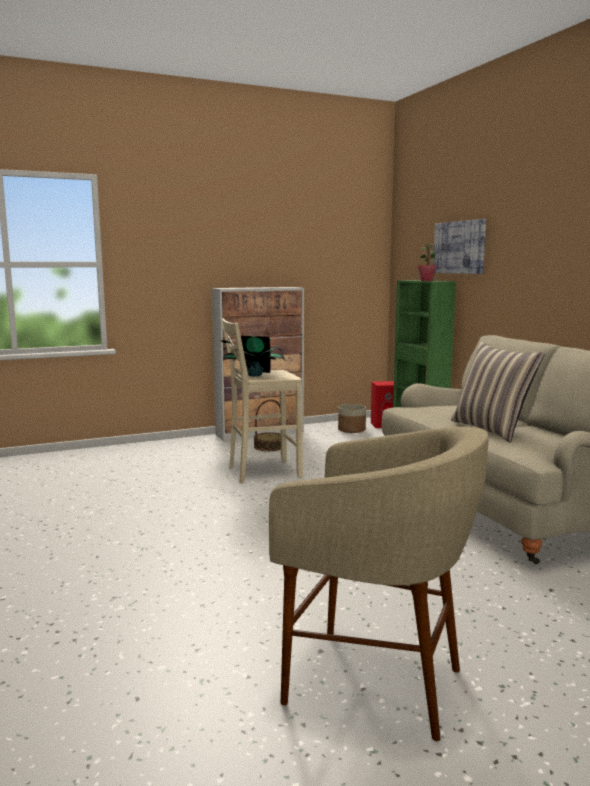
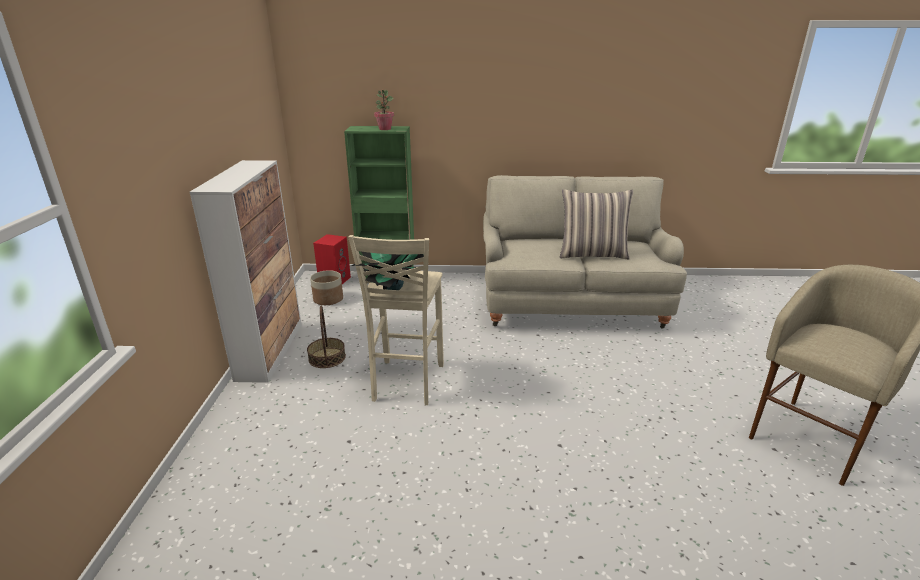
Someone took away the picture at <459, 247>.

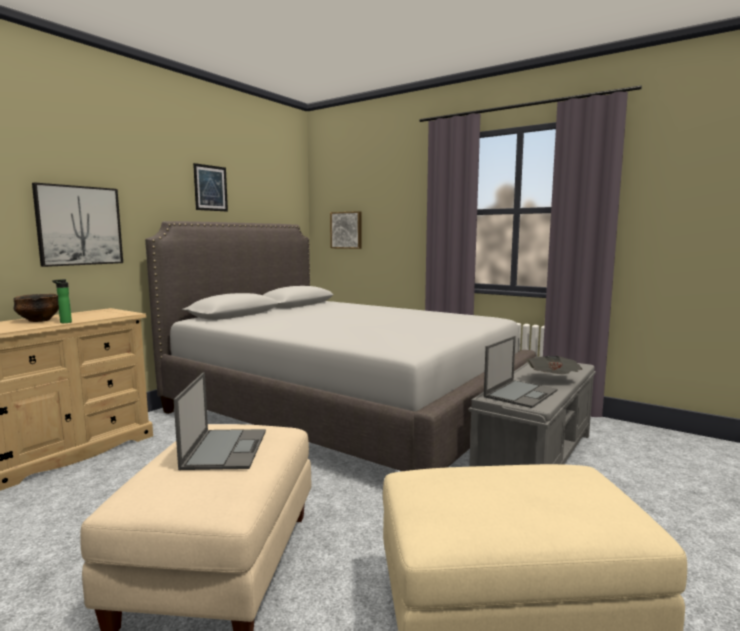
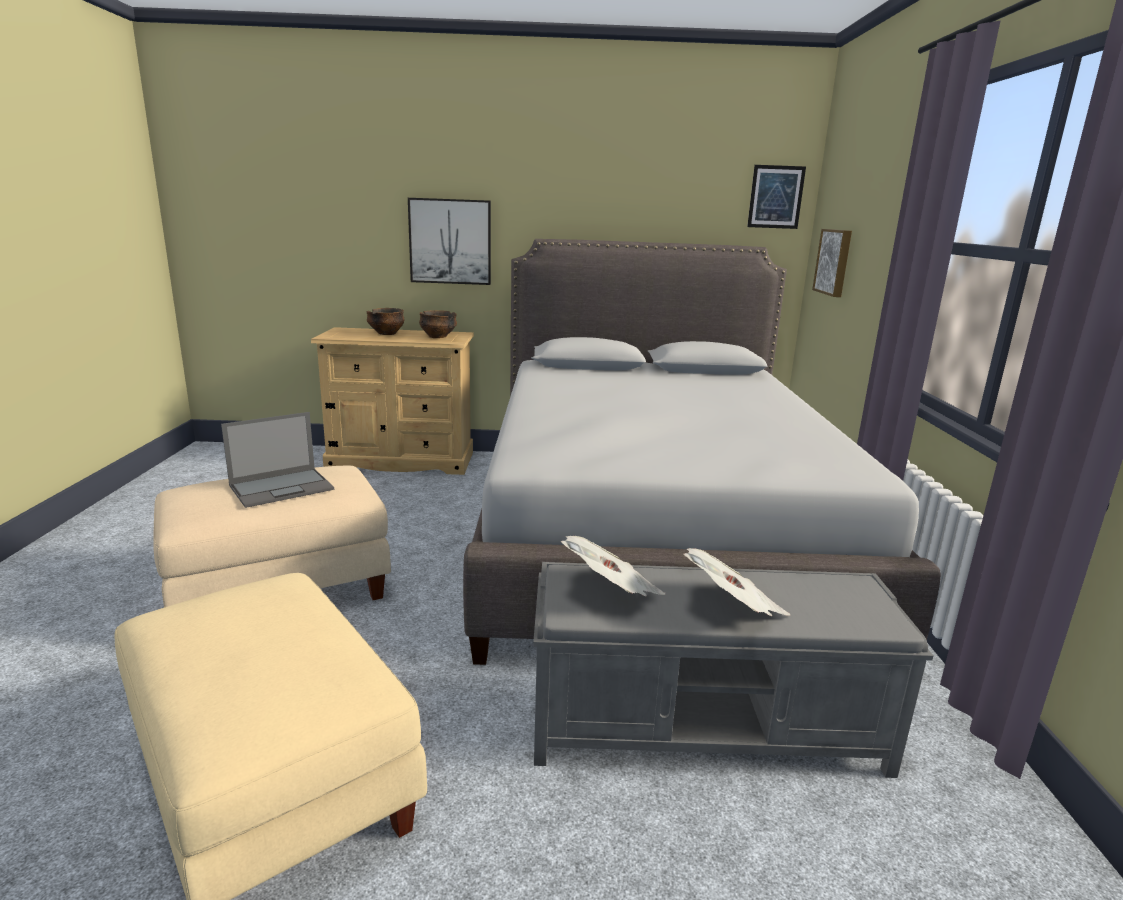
Someone put down the bowl at <438, 337>.
Someone swapped the laptop at <520, 393> for the newspaper at <612, 591>.
Someone carried the picture from <210, 188> to <776, 197>.
Someone took away the bottle at <64, 322>.

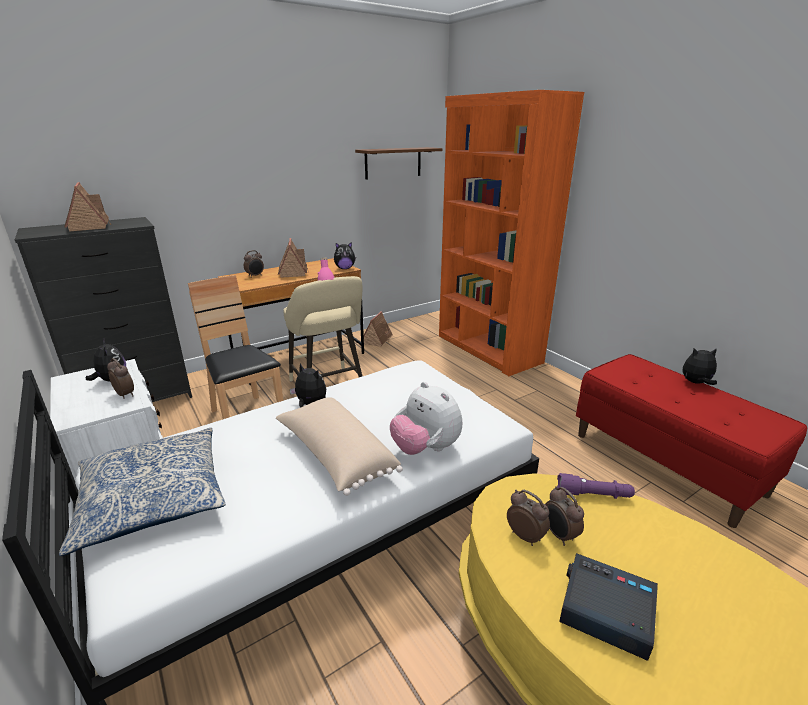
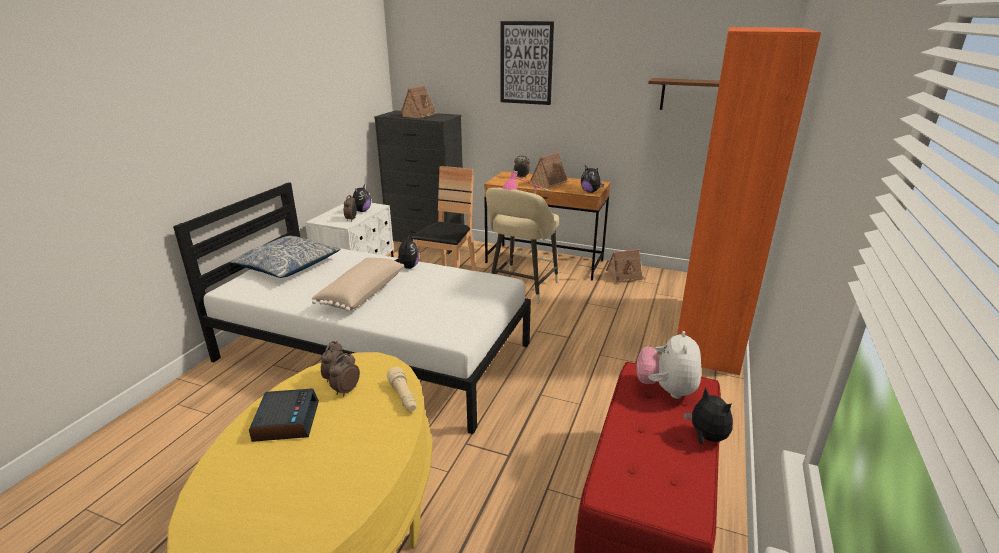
Someone repainted the purple_flashlight at <593, 495>, which became the beige_flashlight at <403, 397>.
Someone put up the picture at <526, 63>.
Someone carried the plush_toy from <425, 448> to <666, 390>.

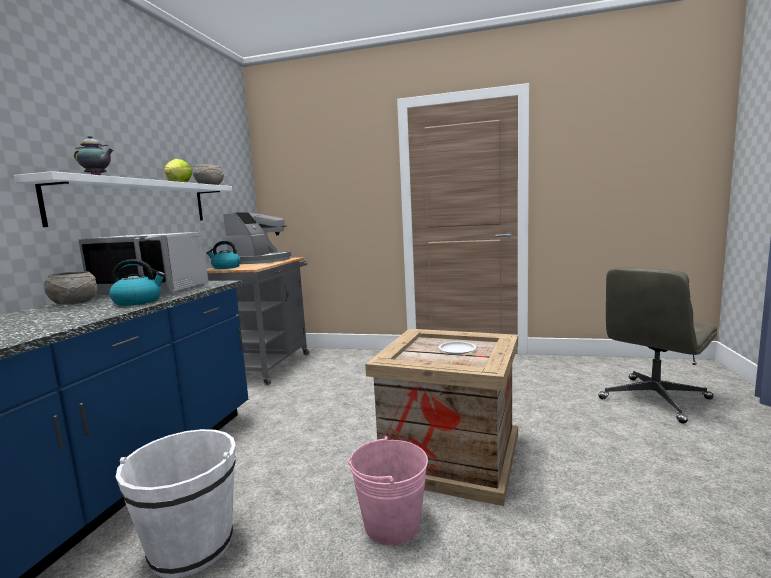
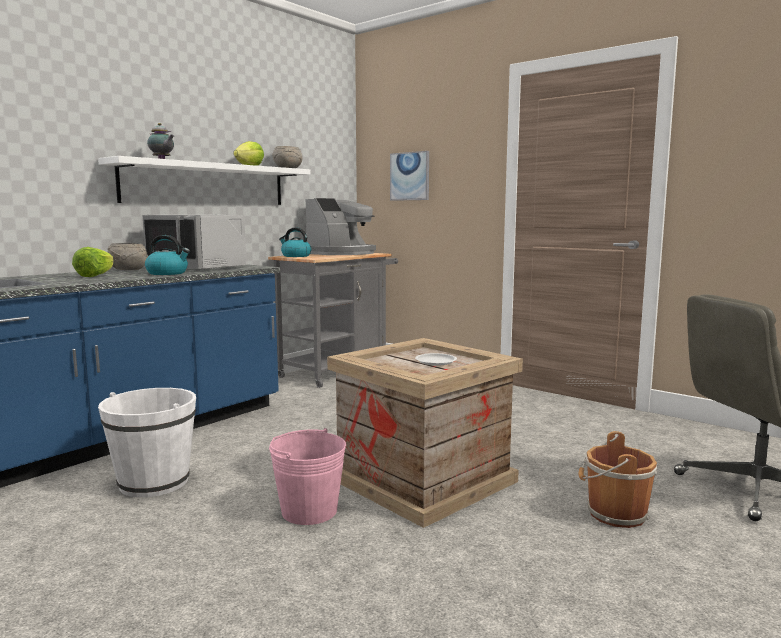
Someone put down the lettuce at <96, 276>.
Someone put up the picture at <410, 176>.
Someone put down the brown_bucket at <614, 514>.

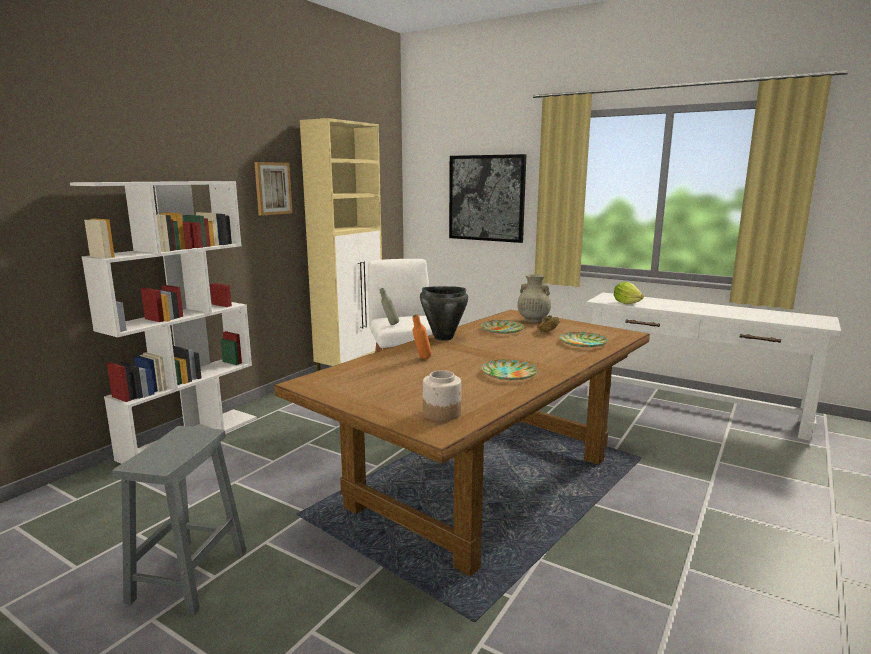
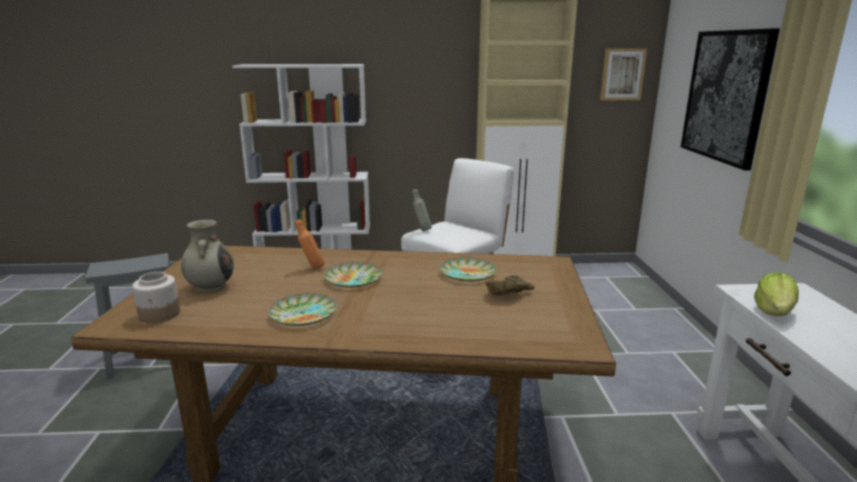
Someone carried the beige_vase from <533, 320> to <211, 287>.
Someone carried the plate from <583, 343> to <354, 279>.
Someone carried the picture from <272, 188> to <622, 74>.
Someone took away the black_cooking_pot at <443, 337>.

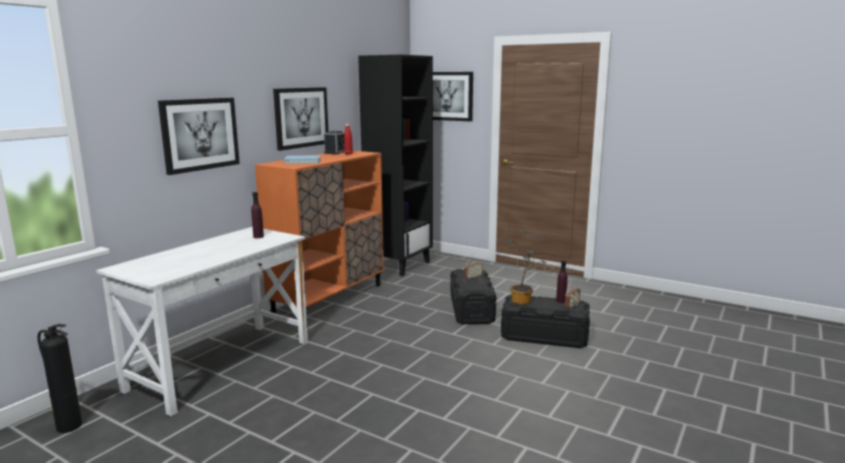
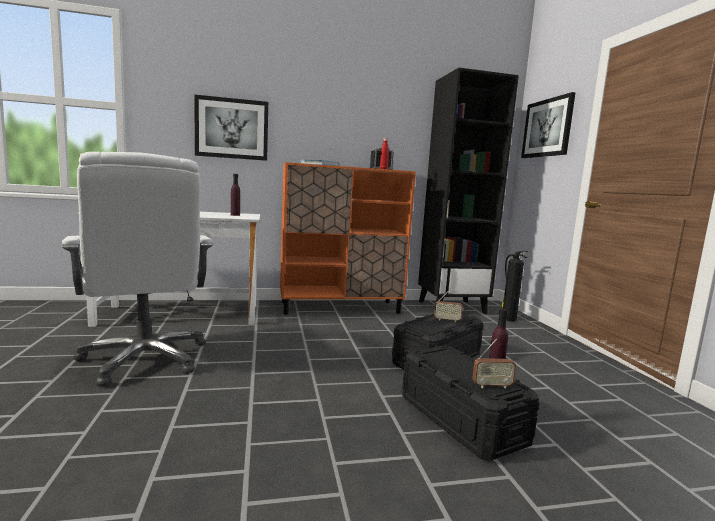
Someone put down the white_office_chair at <145, 359>.
Someone carried the fire_extinguisher from <68, 426> to <508, 319>.
Someone took away the picture at <301, 117>.
Someone took away the potted_plant at <523, 302>.

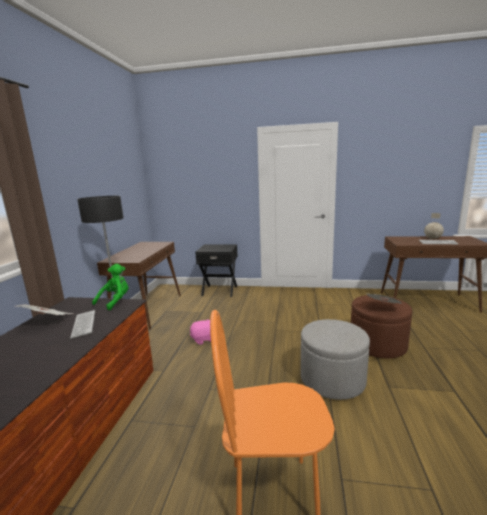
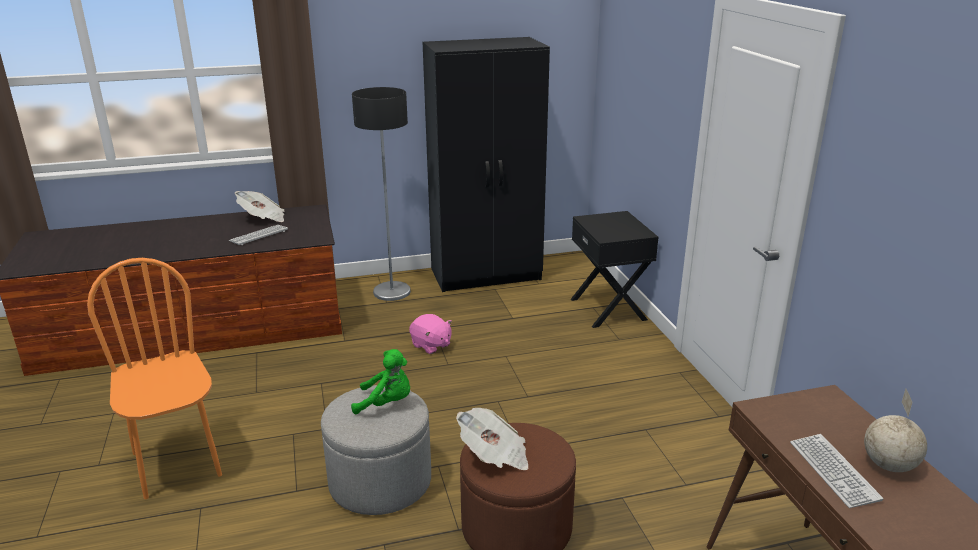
Someone carried the green_plush_toy from <115, 301> to <386, 403>.
Someone swapped the brown_console_table at <148, 310> for the black_wardrobe at <487, 275>.

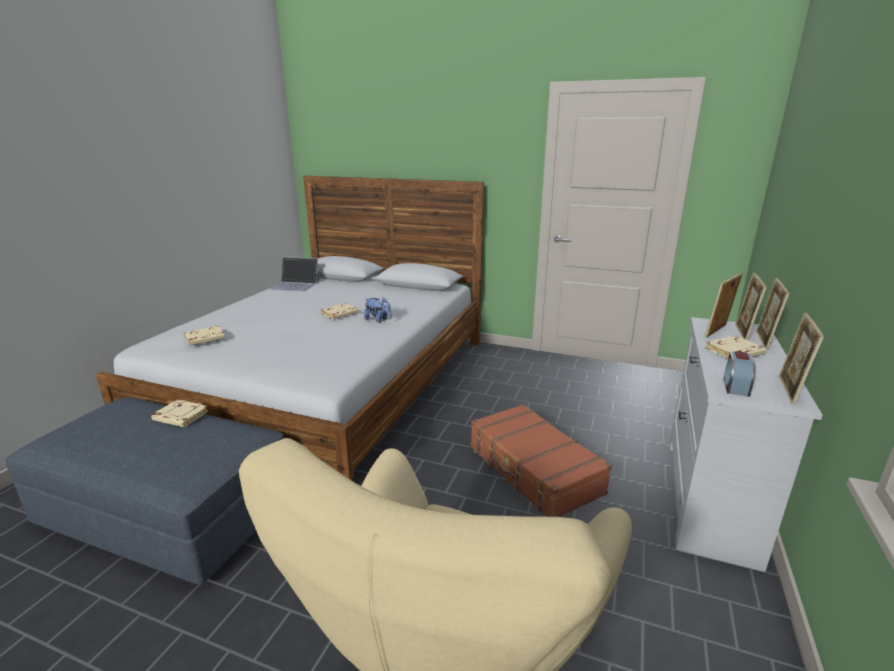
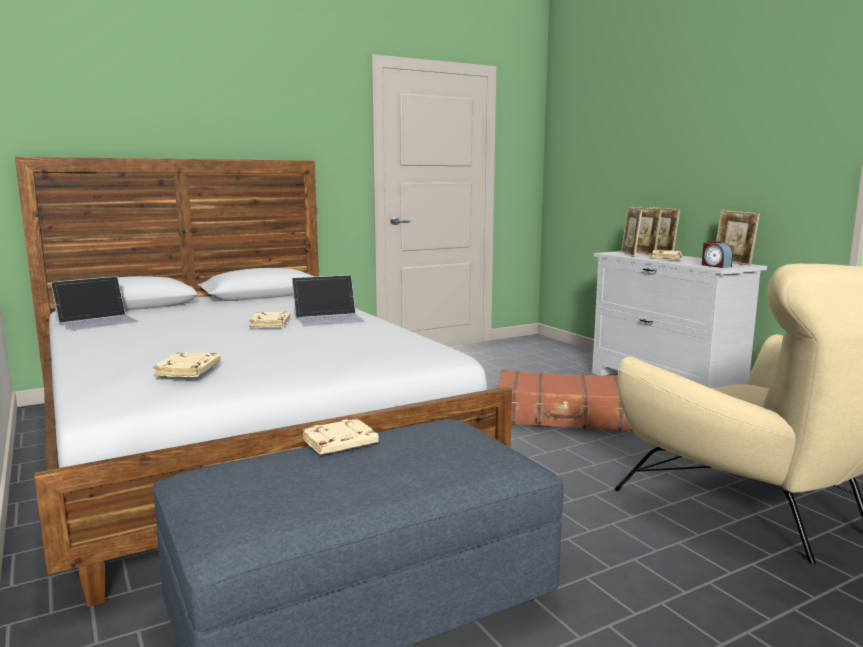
Someone swapped the plush_toy at <378, 320> for the laptop at <329, 318>.

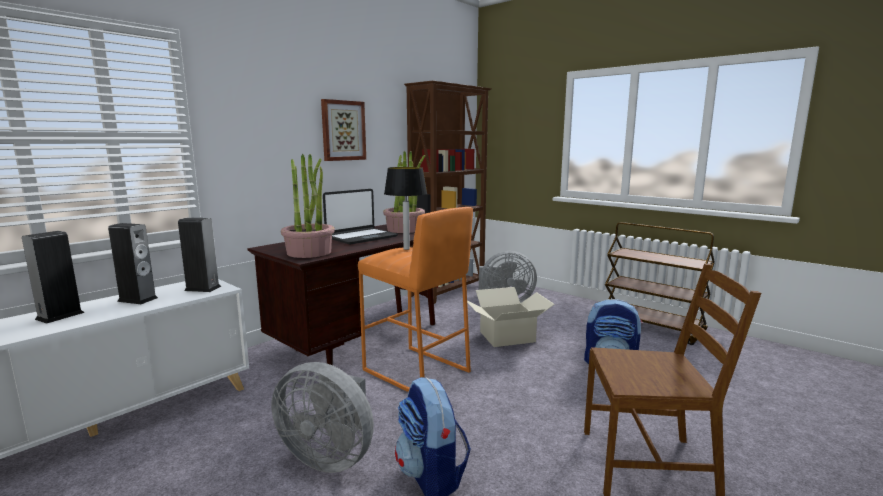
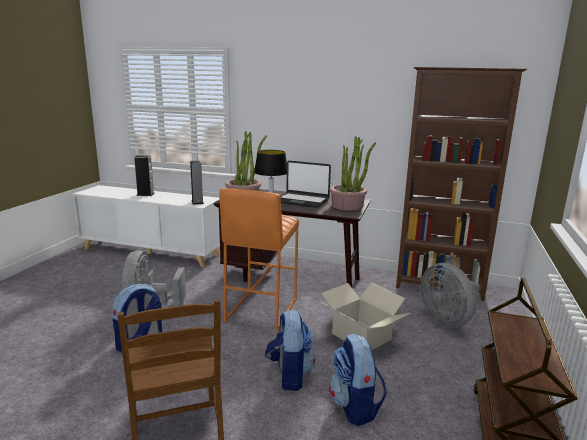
Someone put down the backpack at <289, 375>.
Someone took away the speaker at <137, 299>.
Someone took away the picture at <343, 130>.

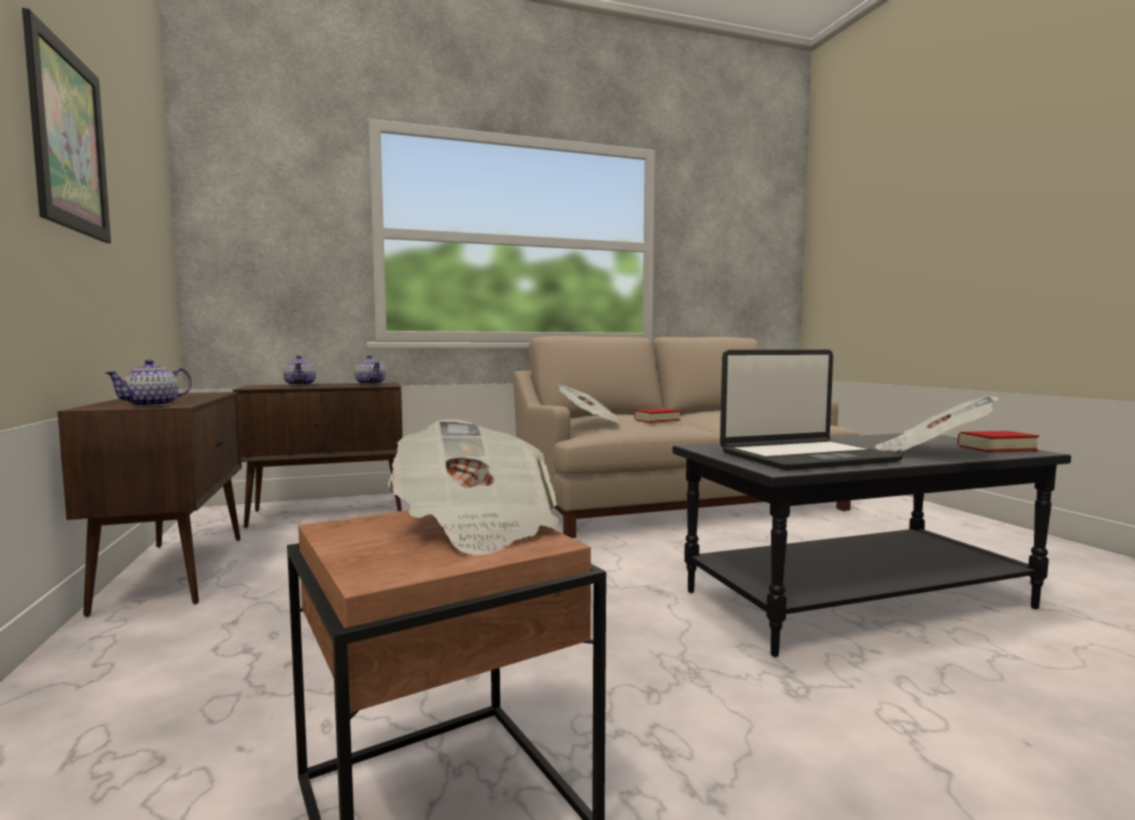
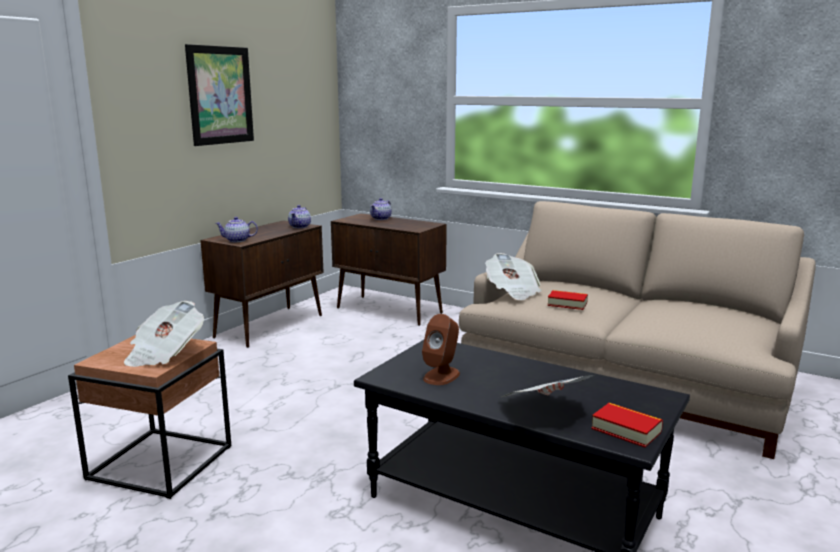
Someone carried the teapot from <370, 384> to <300, 226>.
Someone swapped the laptop at <805, 457> for the brown_speaker at <441, 376>.

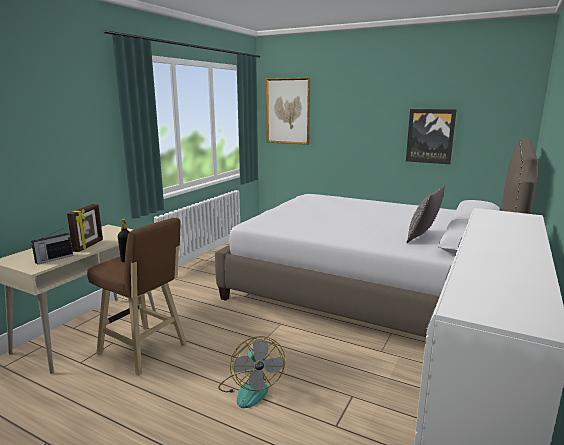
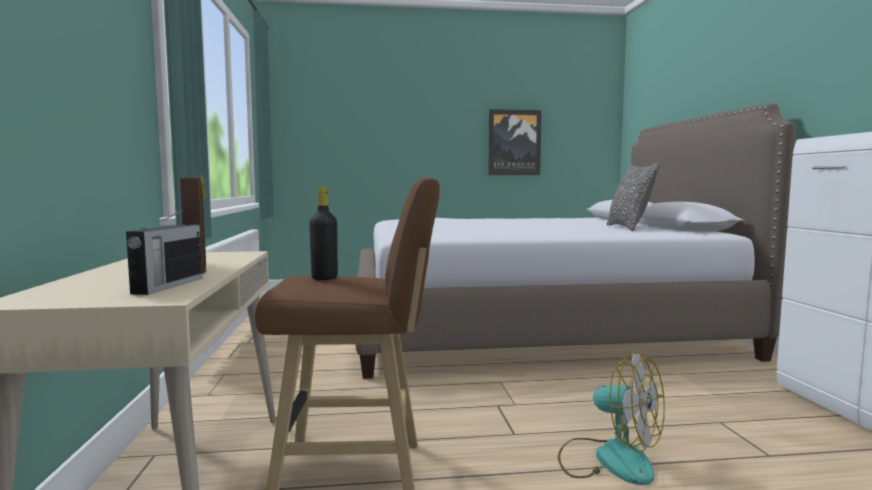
Someone took away the picture at <288, 111>.

